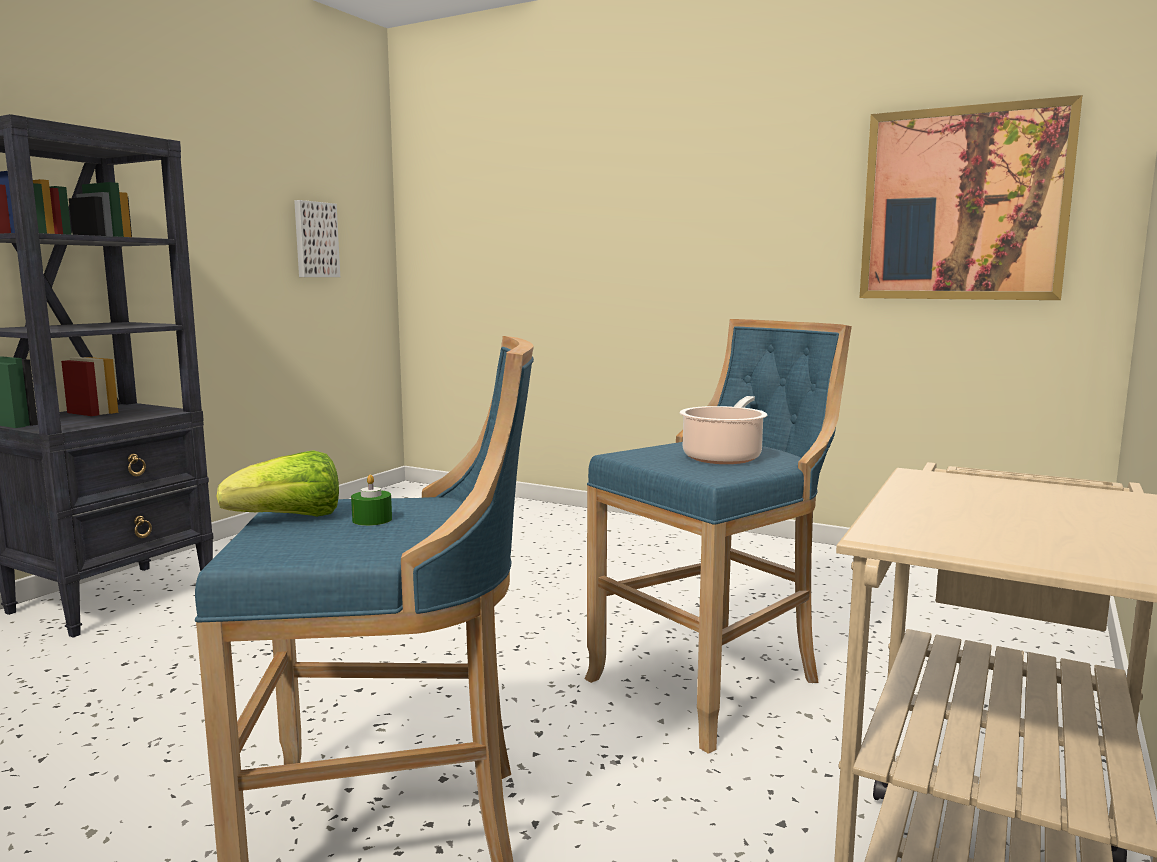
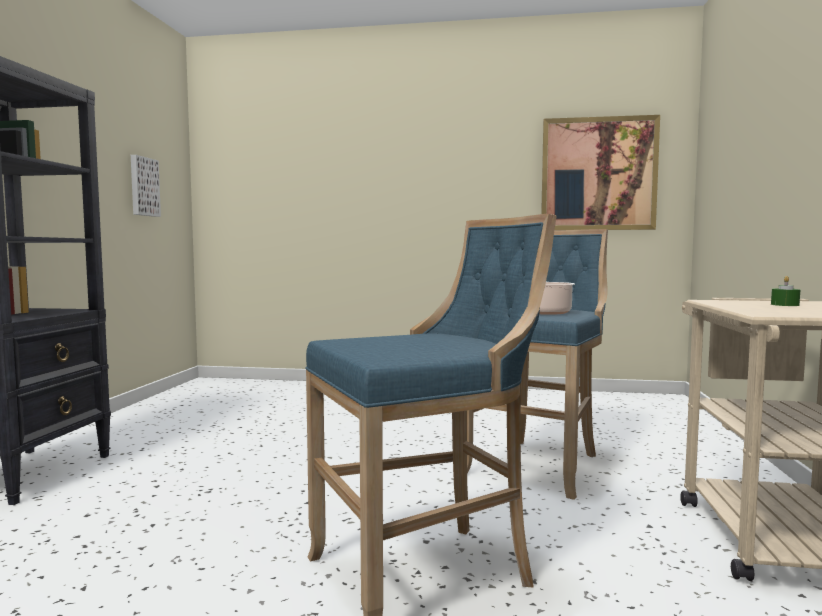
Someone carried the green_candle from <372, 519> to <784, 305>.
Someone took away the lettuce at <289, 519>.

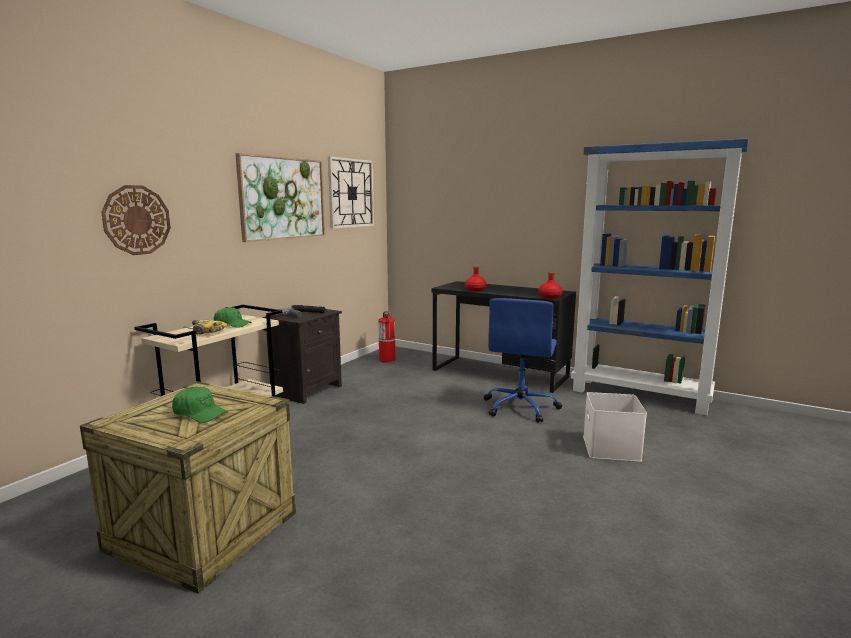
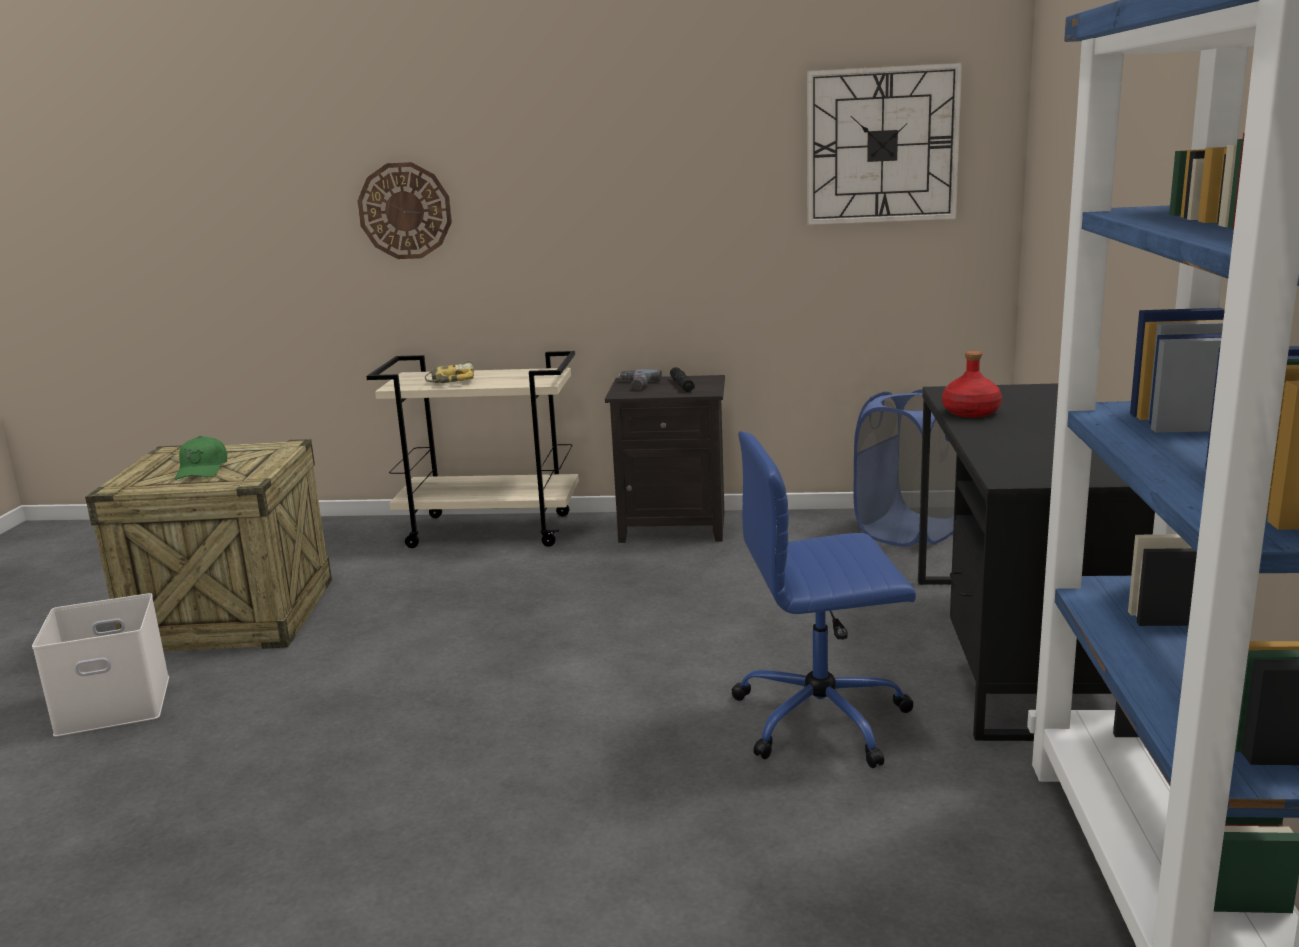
Someone carried the white_storage_box from <609, 447> to <116, 703>.
Someone swapped the fire_extinguisher at <387, 360> for the blue_laundry_basket at <909, 531>.
Someone took away the green_cap at <232, 324>.
Someone took away the picture at <282, 198>.
Someone took away the red_bottle at <550, 297>.

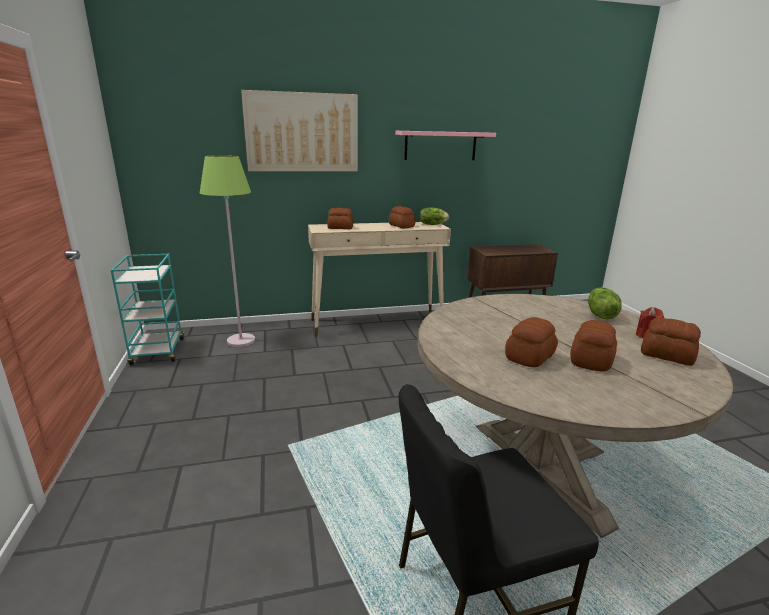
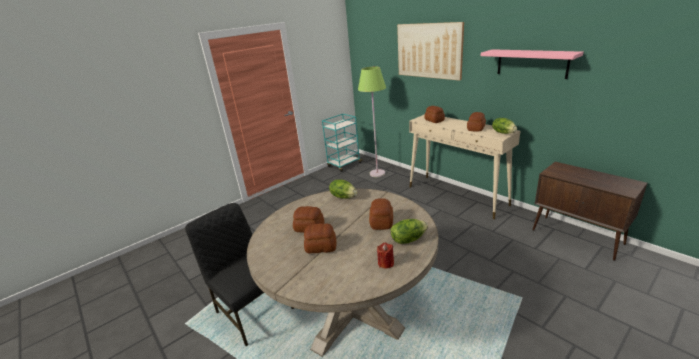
Someone put down the lettuce at <343, 196>.
Someone carried the bread from <667, 356> to <381, 222>.

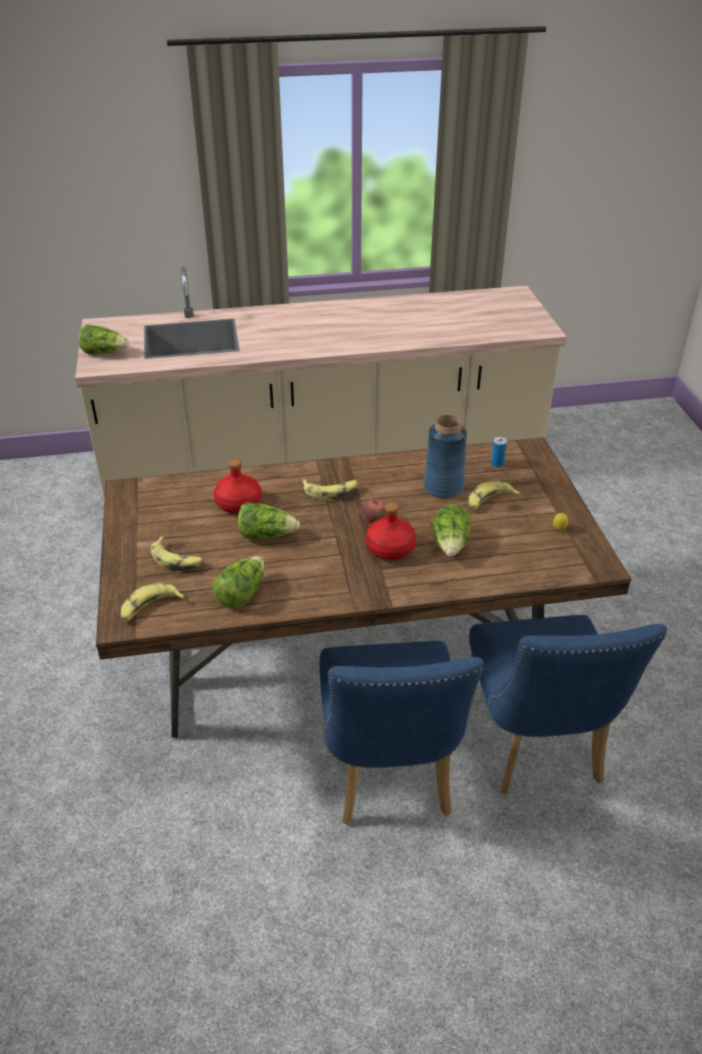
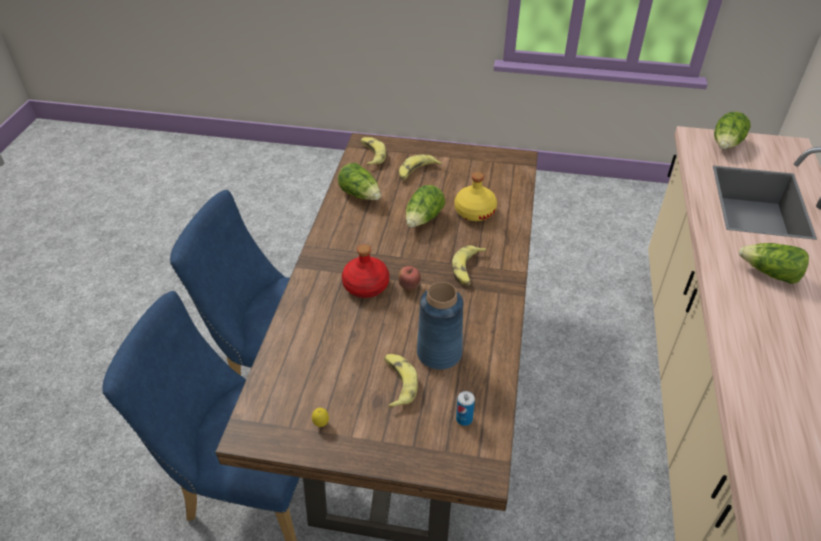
Someone repainted the red_bottle at <238, 503>, which became the yellow_bottle at <474, 211>.
Someone carried the lettuce from <451, 544> to <770, 273>.

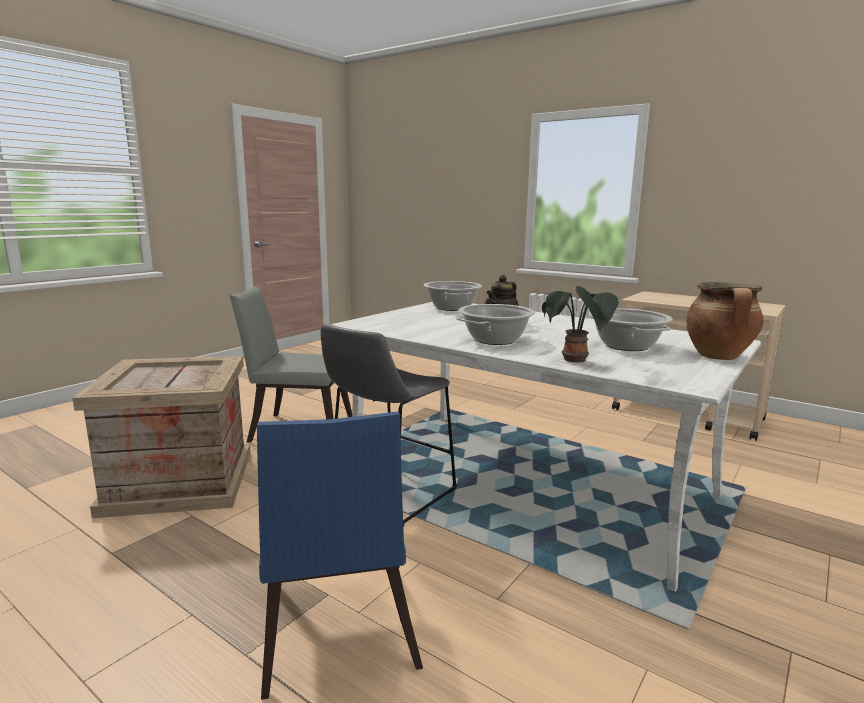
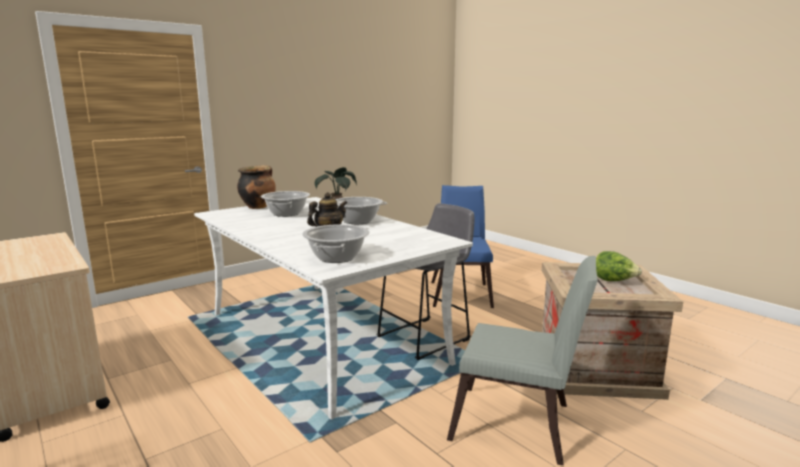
Someone put down the lettuce at <614, 281>.

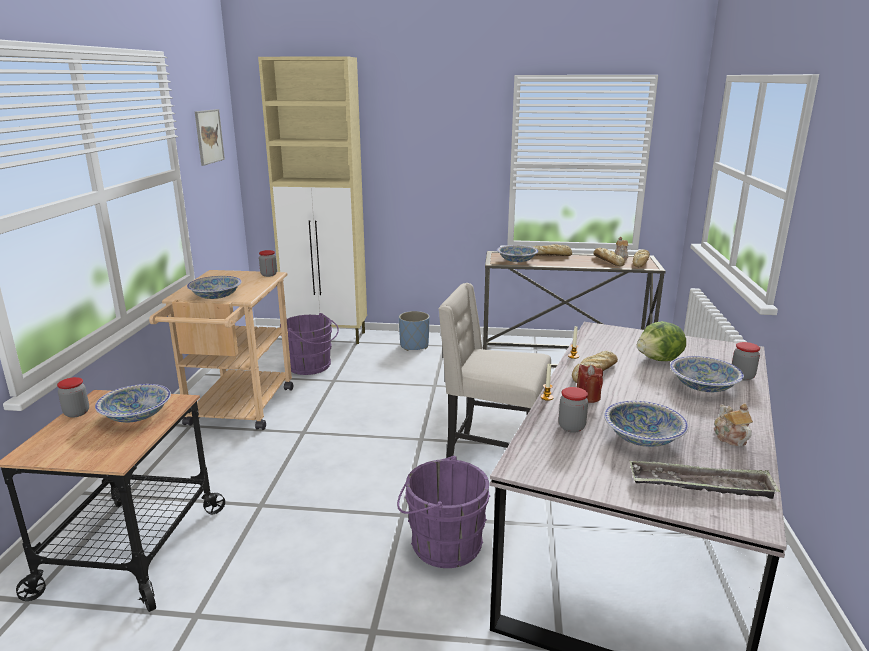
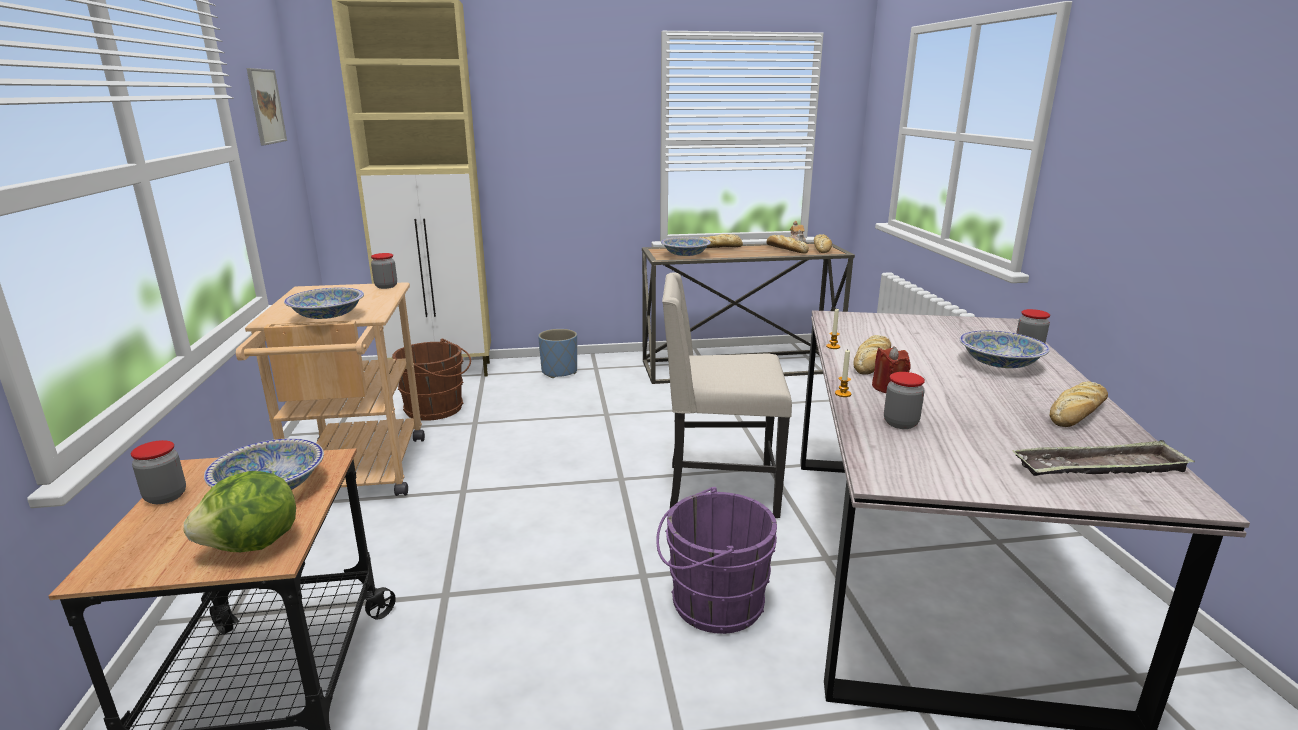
Someone carried the lettuce from <659, 360> to <253, 546>.
Someone repainted the purple_bucket at <311, 366>, which became the brown_bucket at <437, 409>.
Someone swapped the teapot at <729, 437> for the bread at <1077, 413>.
Someone took away the bowl at <642, 438>.

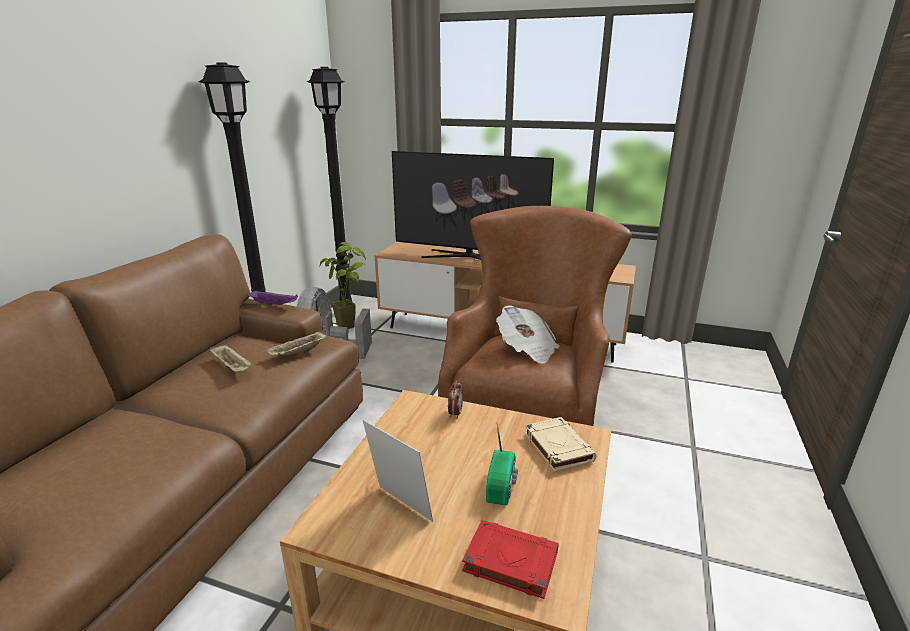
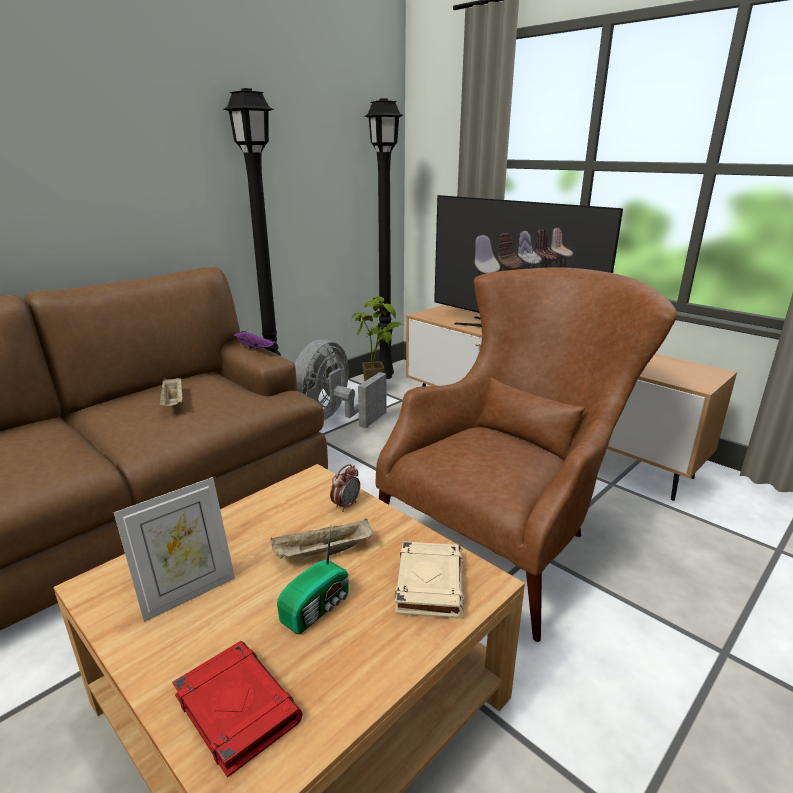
Someone rotated the picture_frame at <399, 507> by 75 degrees clockwise.
Someone carried the beige_tray from <298, 353> to <322, 553>.
Someone took away the newspaper at <527, 349>.

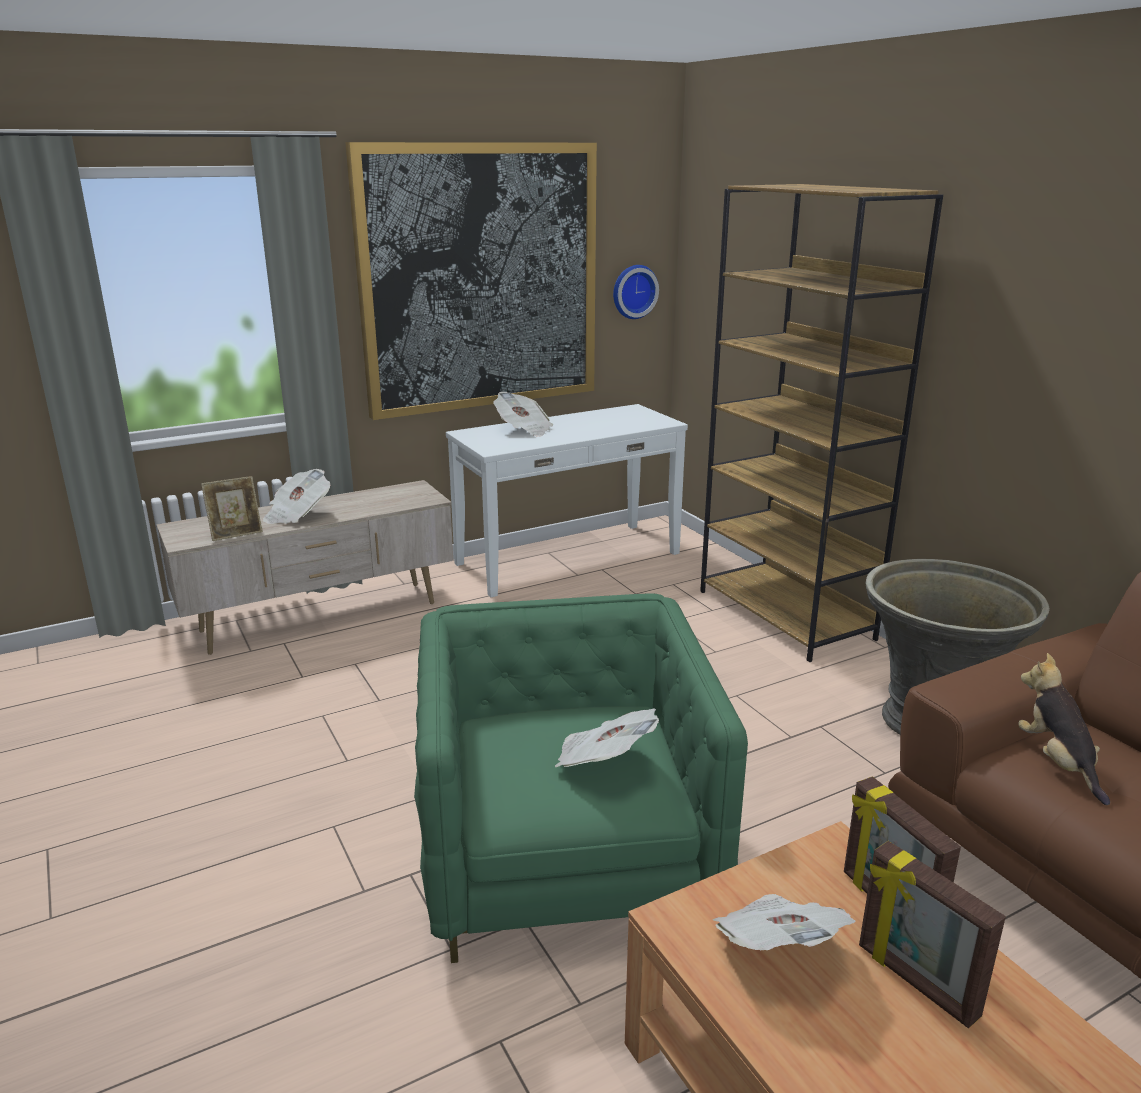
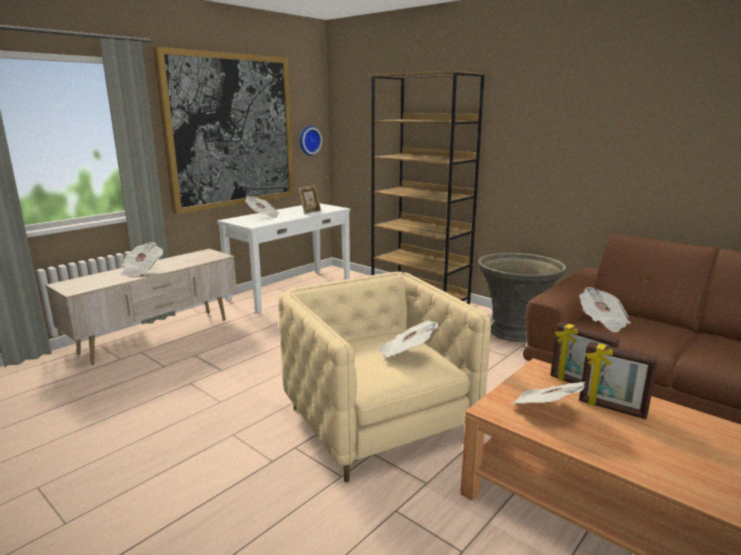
Someone repainted the green_armchair at <567, 860>, which became the beige_armchair at <378, 422>.
Someone carried the picture_frame from <236, 533> to <310, 212>.
Someone swapped the plush_toy at <1057, 762> for the newspaper at <602, 322>.

